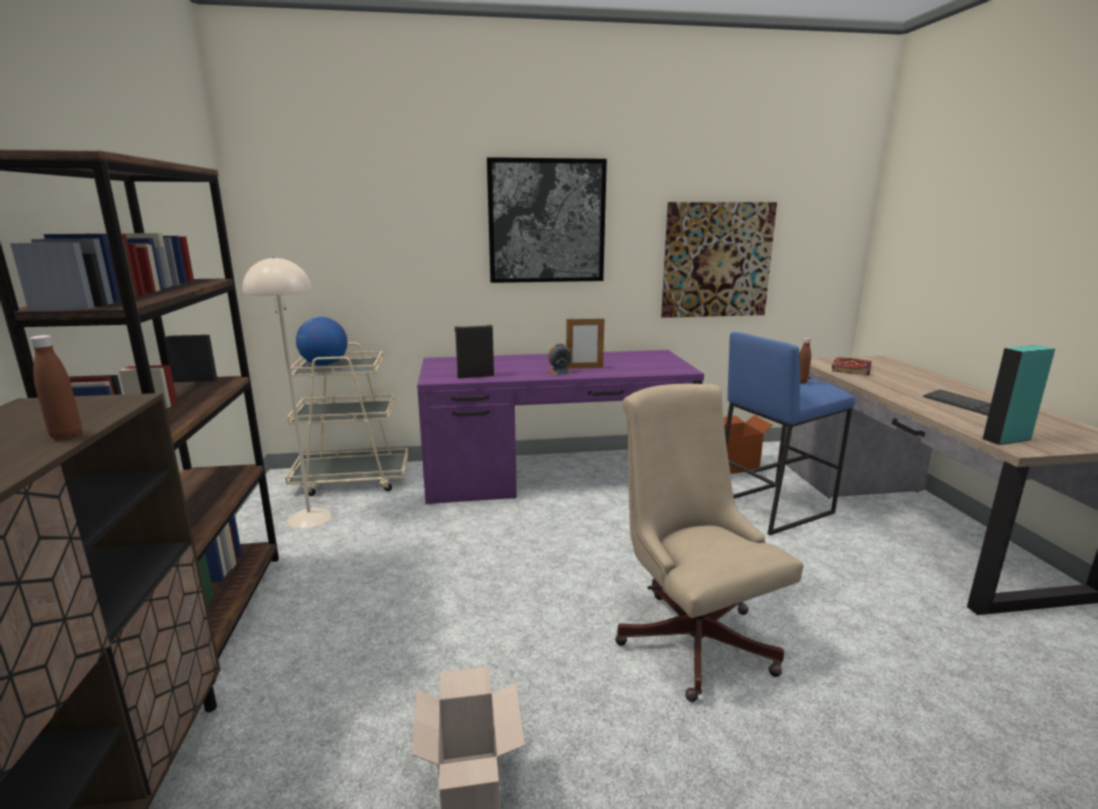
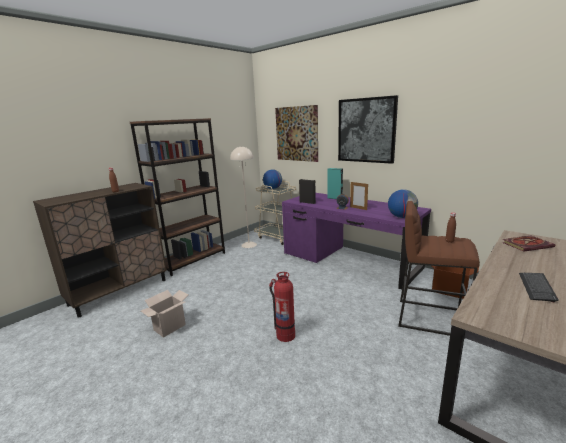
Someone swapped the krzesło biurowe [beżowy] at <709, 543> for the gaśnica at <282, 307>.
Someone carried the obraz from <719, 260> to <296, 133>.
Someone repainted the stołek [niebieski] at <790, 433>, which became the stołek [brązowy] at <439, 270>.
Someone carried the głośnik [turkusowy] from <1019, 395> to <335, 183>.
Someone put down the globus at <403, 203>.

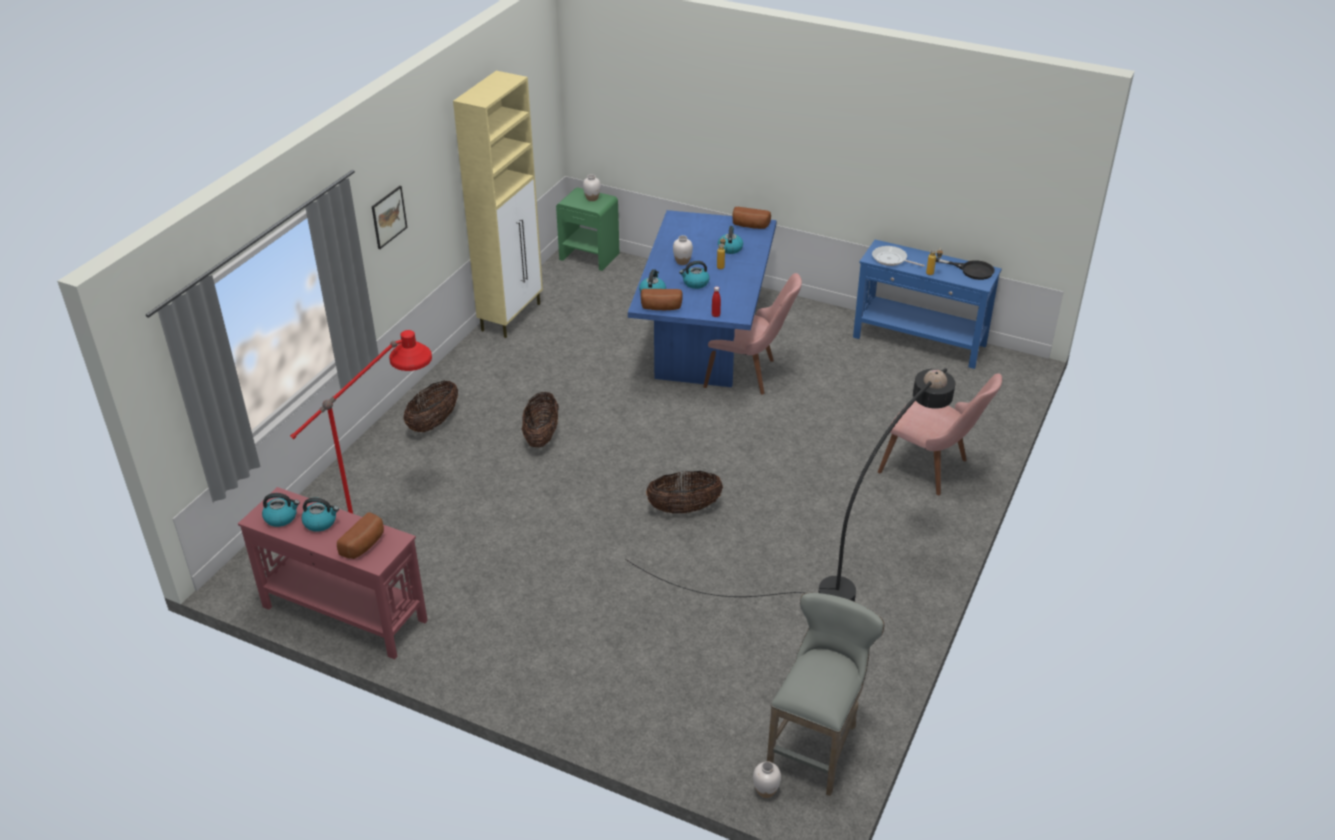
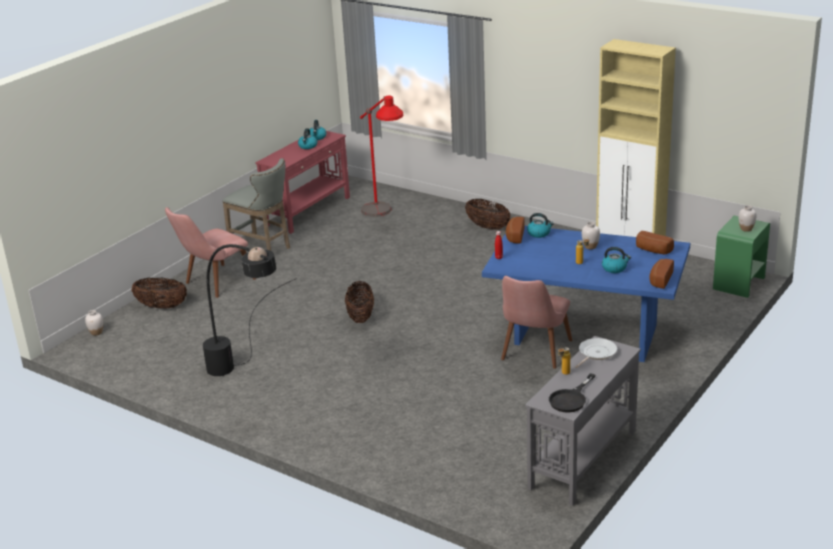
Someone carried the chleb from <360, 535> to <655, 242>.
Someone took away the obraz at <389, 217>.
Someone carried the koszyk from <540, 419> to <159, 293>.
Someone took away the czajnik at <694, 275>.
Someone carried the stołek [szary] from <825, 694> to <256, 204>.
Someone repainted the stolik konsolowy [niebieski] at <927, 304>, which became the stolik konsolowy [szary] at <583, 421>.
Someone carried the krzesło [różowy] from <940, 434> to <210, 252>.

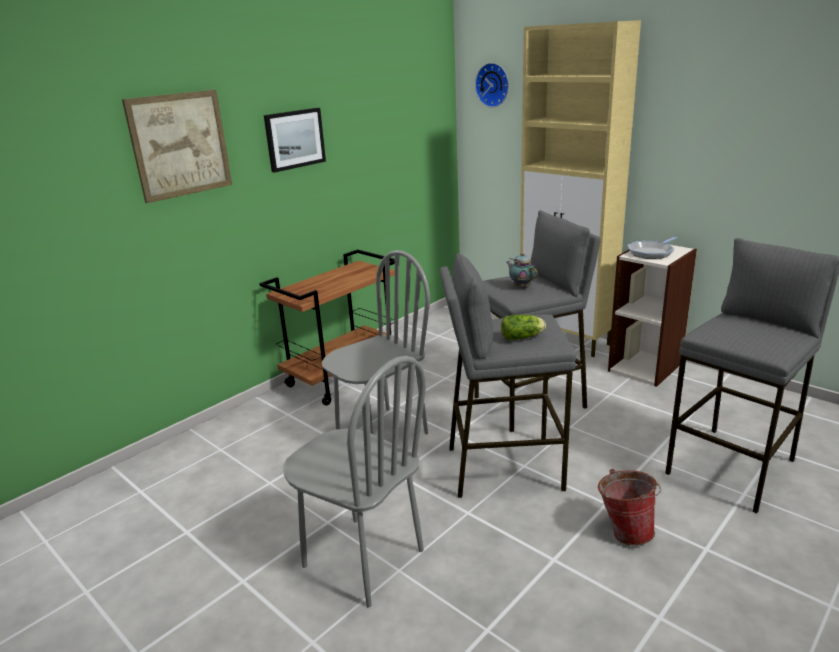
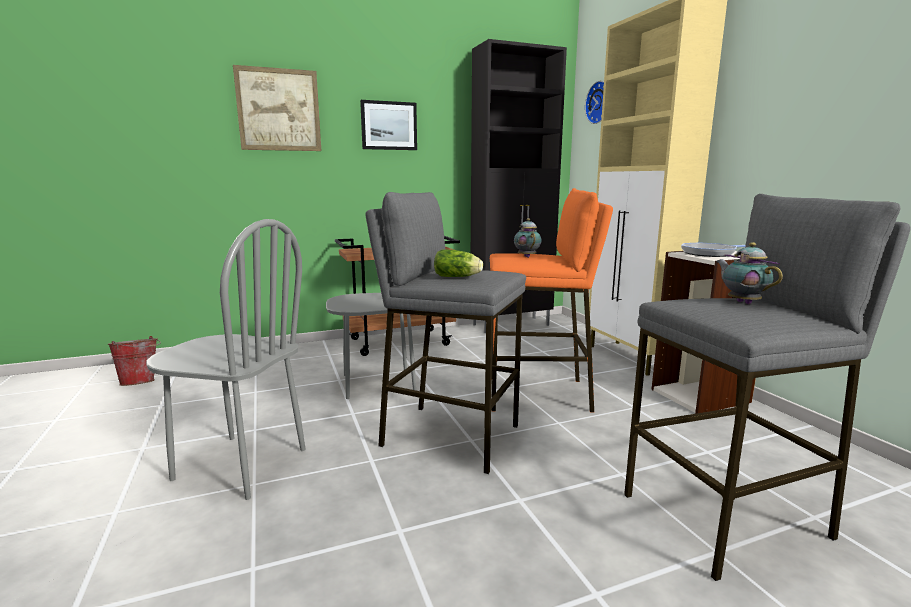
Someone rotated the krzesło [szary] at <354, 482> by 45 degrees counterclockwise.
Someone repainted the stołek [szary] at <537, 321>, which became the stołek [pomarańczowy] at <551, 300>.
Someone carried the wiadro from <629, 507> to <134, 361>.
Someone put down the szafka [czarny] at <519, 186>.
Someone put down the imbryk at <749, 273>.

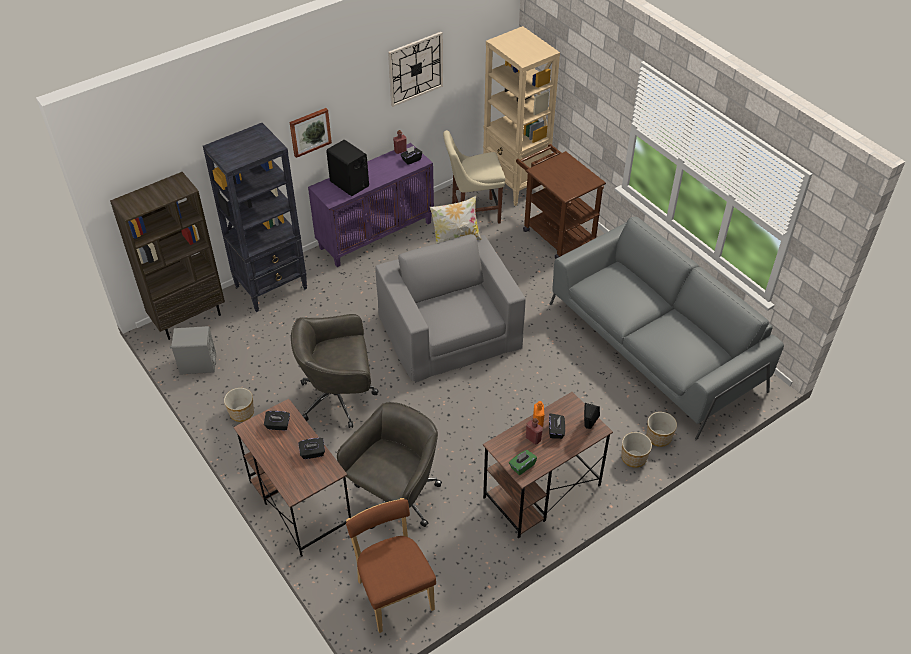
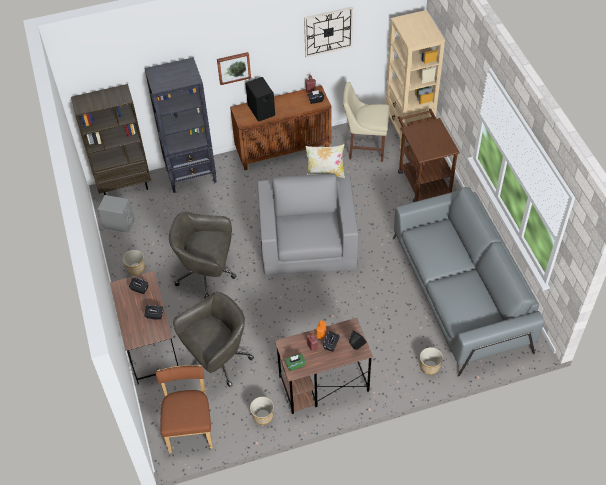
Someone repainted the szafka [fioletowy] at <371, 205>, which became the szafka [brązowy] at <280, 127>.
Someone carried the donica from <636, 450> to <262, 411>.

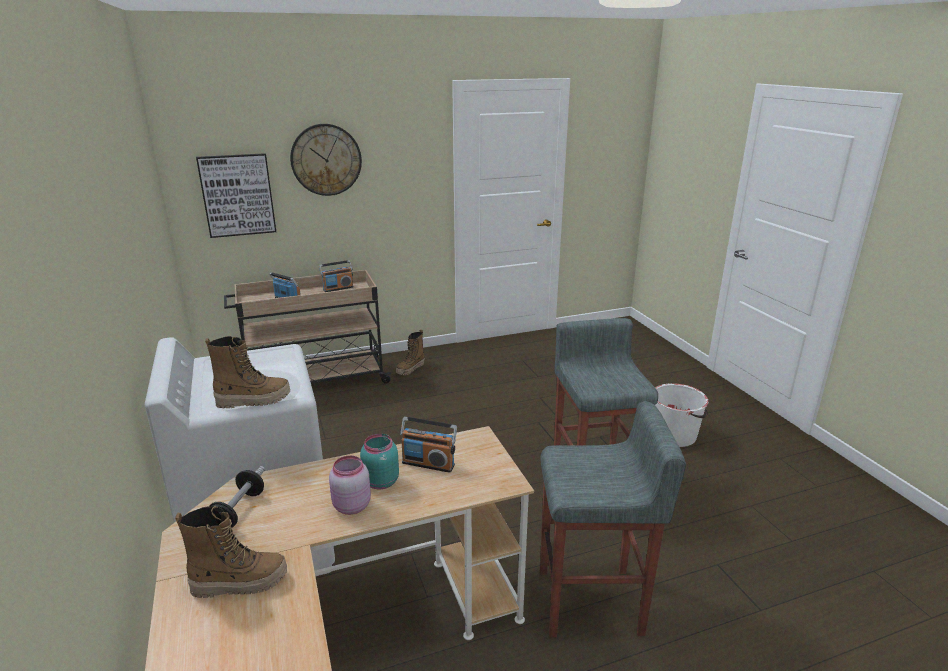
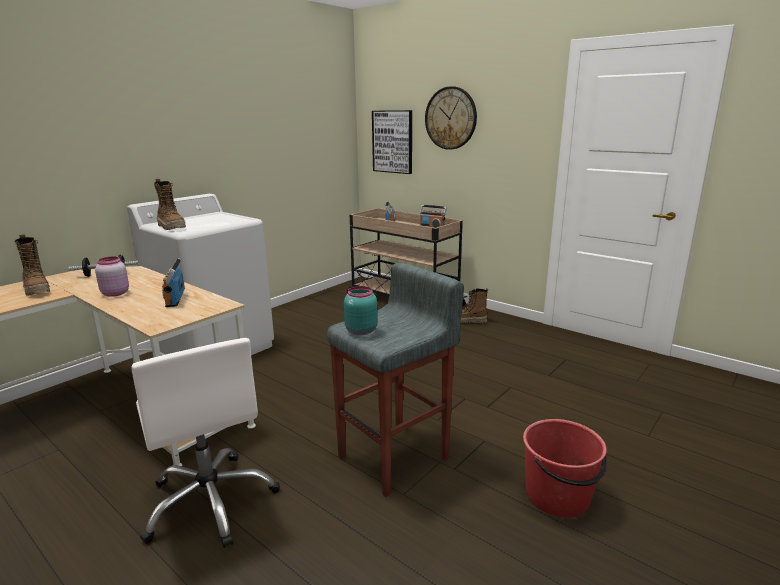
Someone carried the słoik [turkusowy] from <379, 461> to <361, 310>.
Someone swapped the stołek [szary] at <613, 519> for the krzesło biurowe [biały] at <205, 443>.
Someone repainted the wiadro [biały] at <681, 415>, which became the wiadro [czerwony] at <565, 468>.

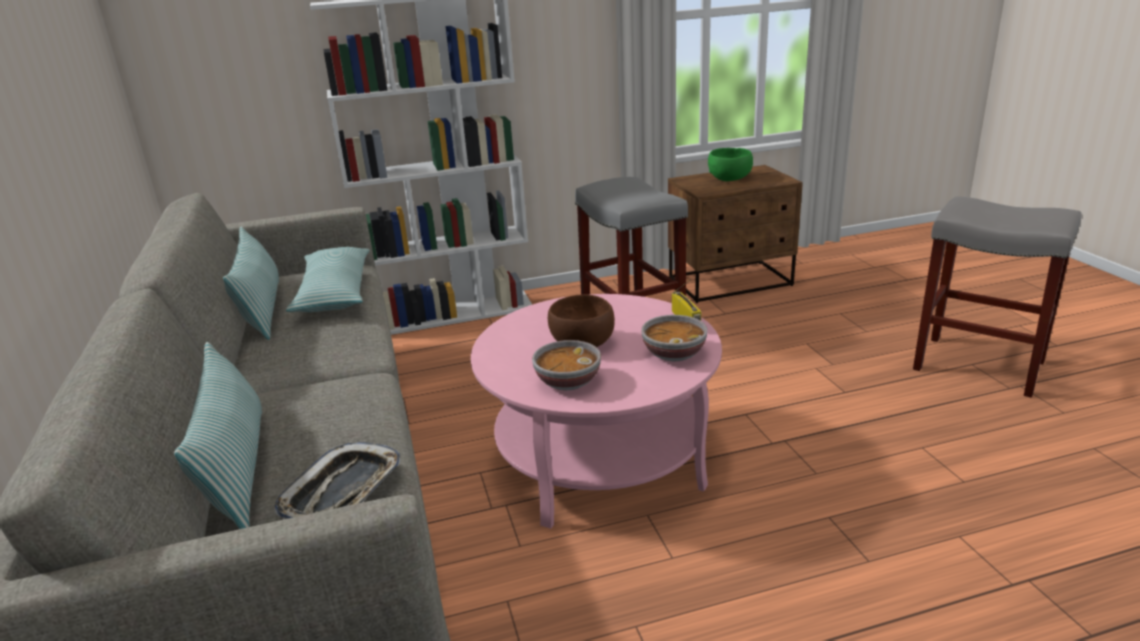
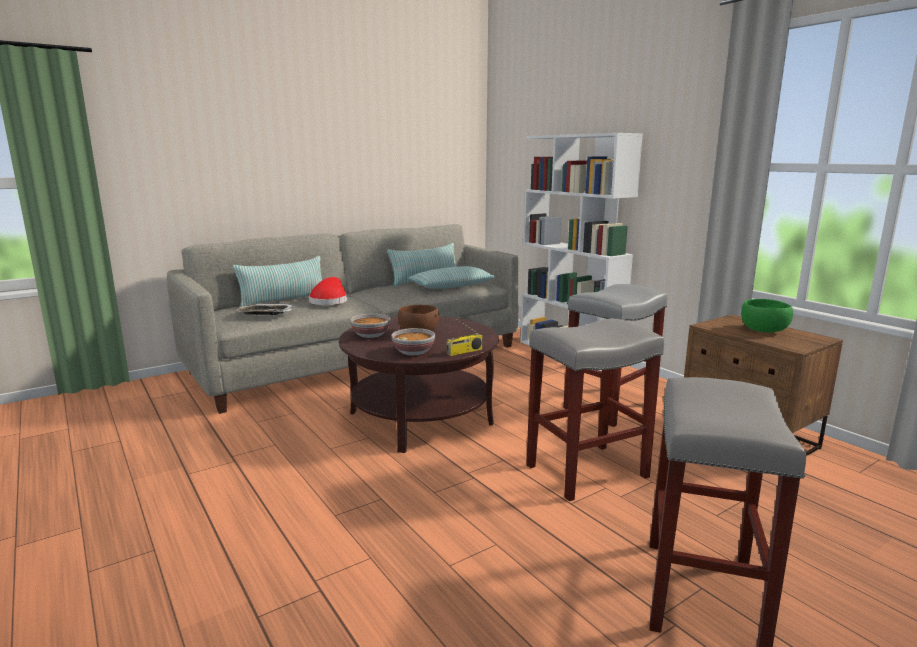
Someone repainted the ława [różowy] at <596, 411>, which became the ława [brązowy] at <419, 384>.
Someone put down the kapelusz [czerwony] at <328, 291>.
Someone put down the stołek [szary] at <595, 409>.

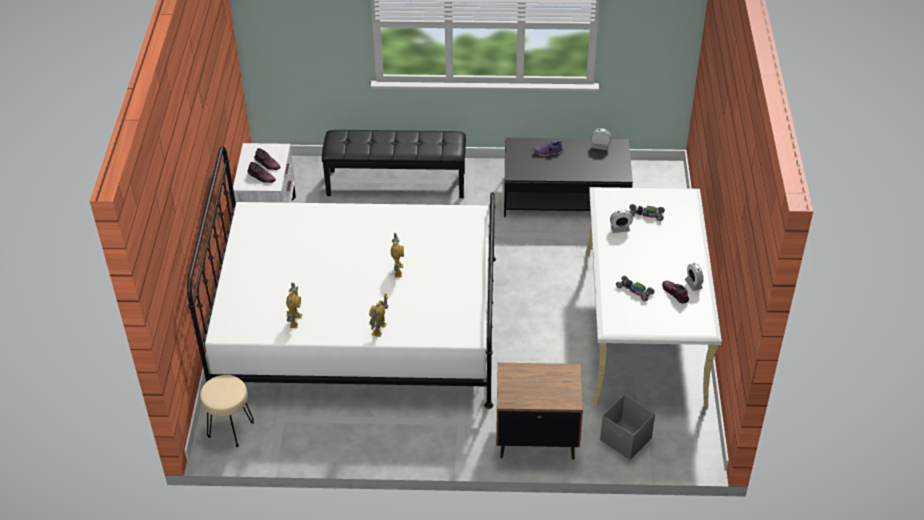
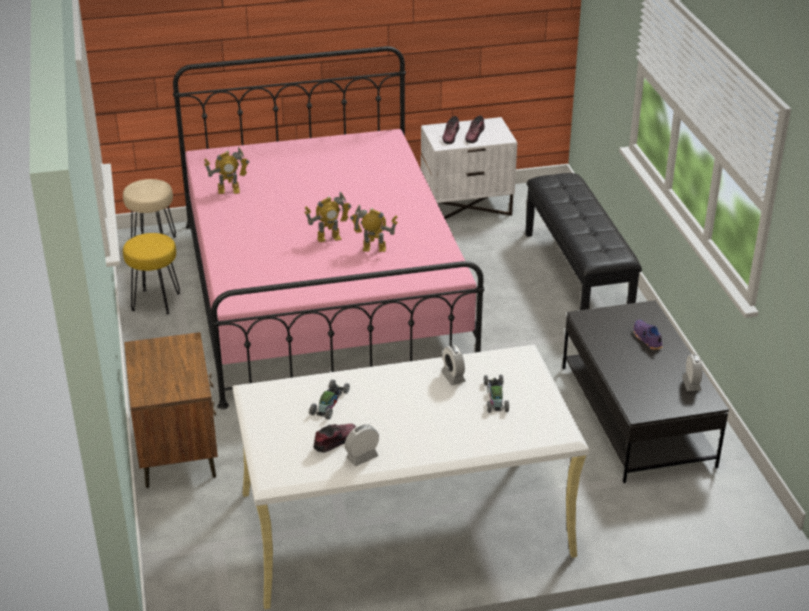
Someone repainted the łóżko [biały] at <341, 277>, which became the łóżko [różowy] at <328, 227>.
Someone carried the robot zabawkowy from <378, 315> to <374, 228>.
Someone took away the pojemnik do przechowywania [szary] at <627, 427>.
Someone put down the stołek [żółty] at <151, 274>.

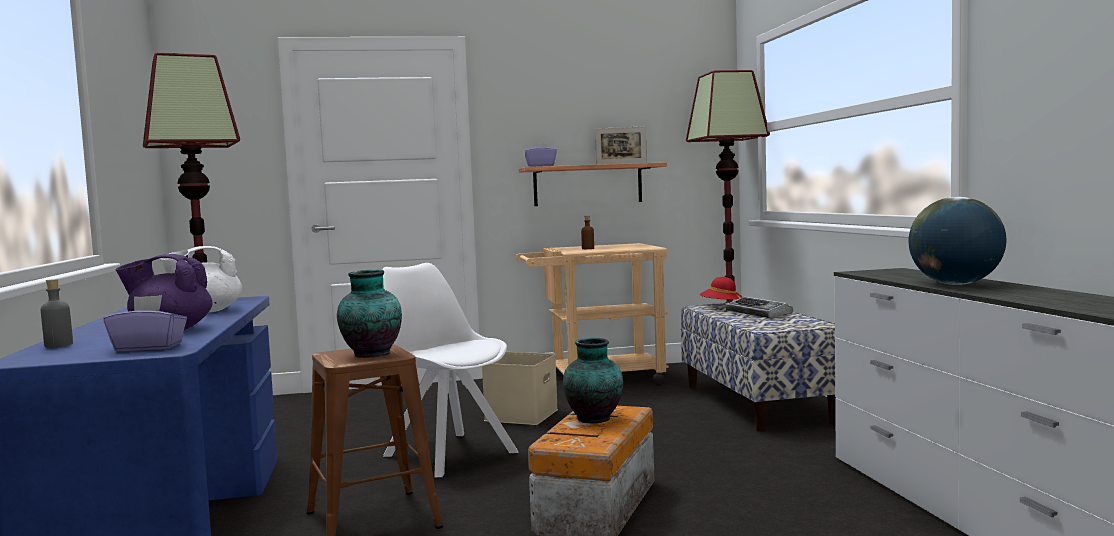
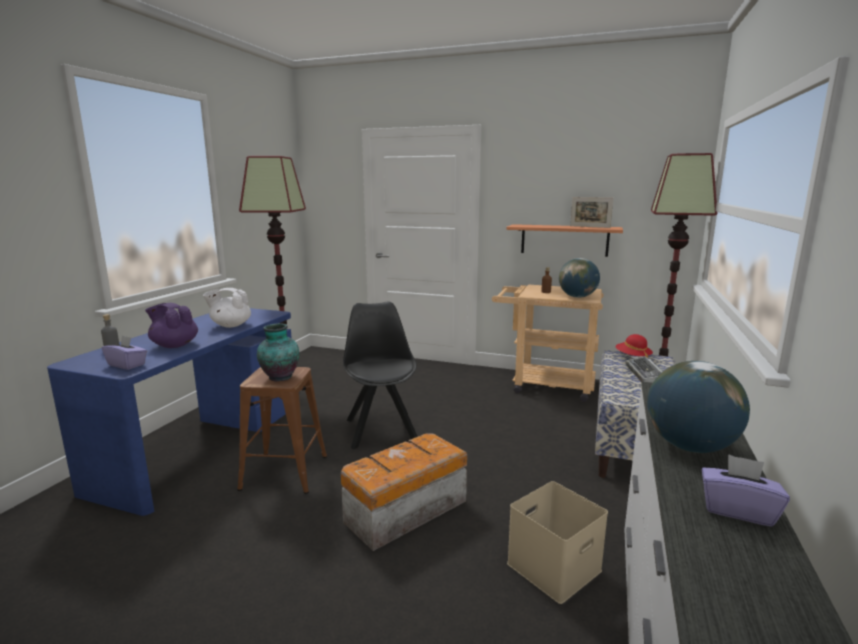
Someone repainted the krzesło [biały] at <450, 370>, which became the krzesło [czarny] at <380, 375>.
Someone carried the pojemnik do przechowywania [beżowy] from <520, 388> to <557, 542>.
Someone carried the pudełko chusteczek [fioletowy] from <541, 154> to <746, 490>.
Someone took away the wazon at <593, 381>.
Someone put down the globus at <579, 278>.

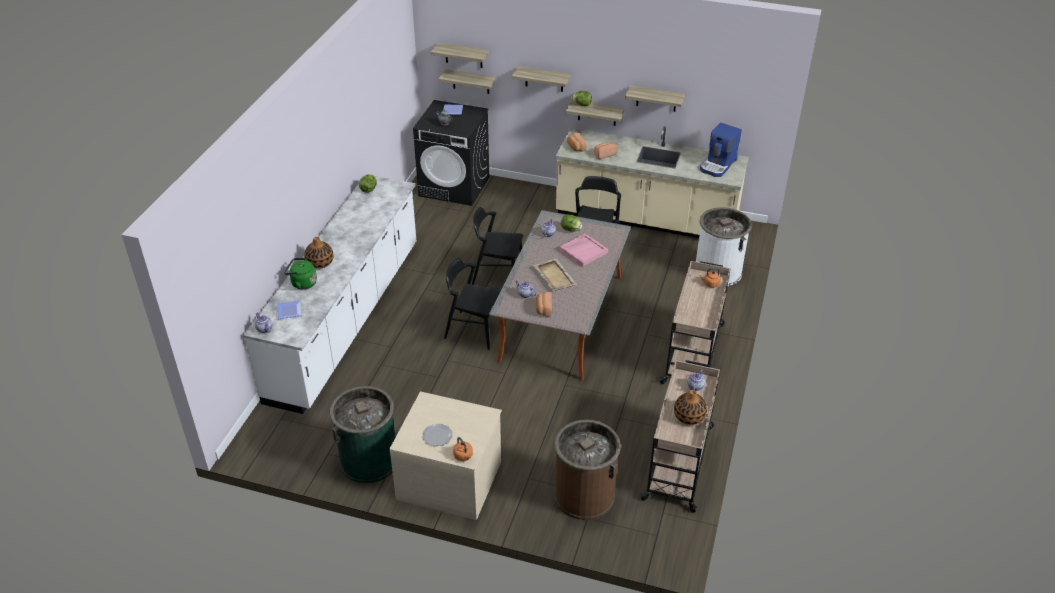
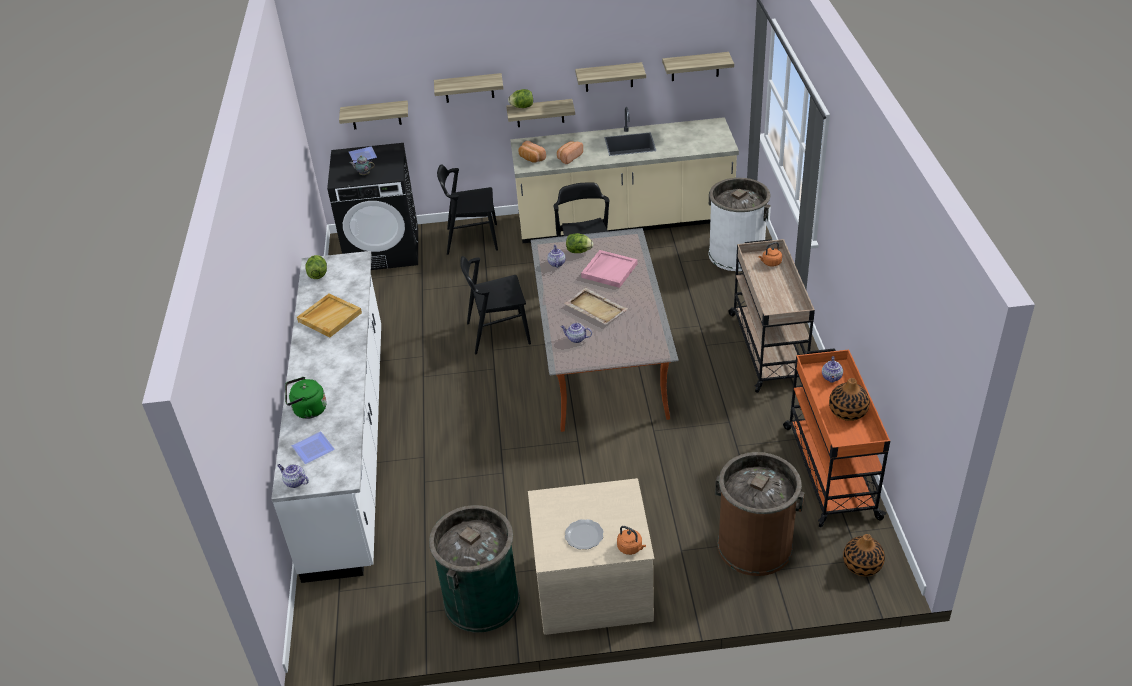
Someone carried the wazon from <319, 253> to <864, 555>.
Someone carried the półka from <460, 55> to <698, 66>.
Someone carried the krzesło [czarny] from <472, 304> to <467, 209>.
Someone took away the chleb at <544, 304>.
Someone repainted the wózek [beżowy] at <680, 436>, which became the wózek [pomarańczowy] at <836, 437>.
Someone took away the ekspres do kawy at <721, 150>.
Someone put down the taca [beżowy] at <329, 315>.

